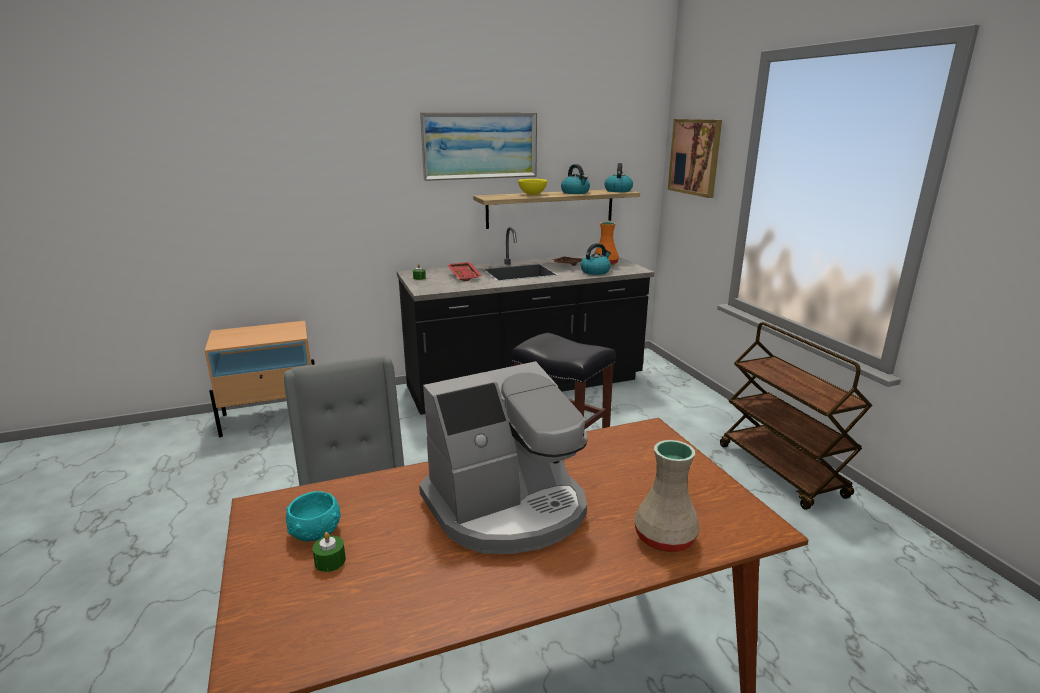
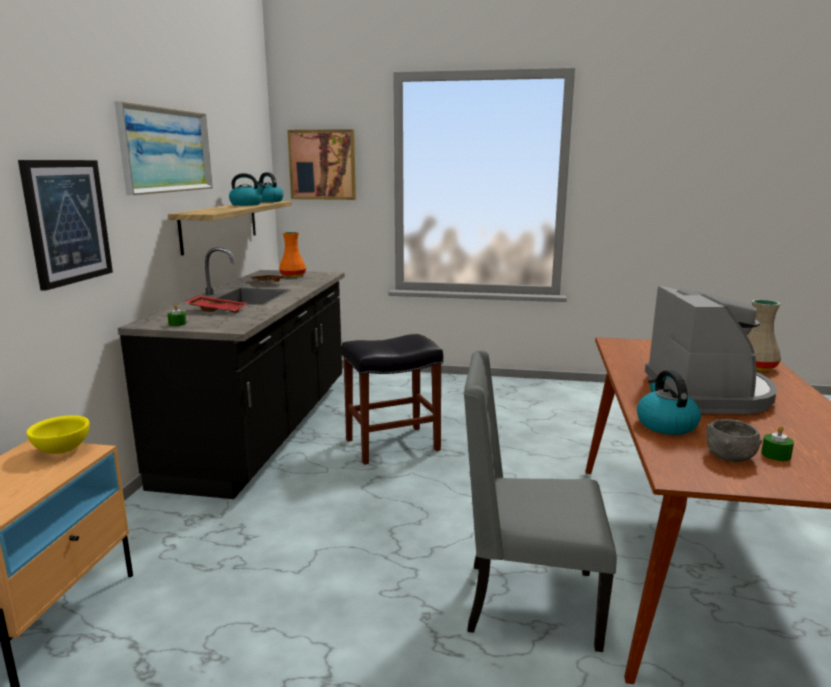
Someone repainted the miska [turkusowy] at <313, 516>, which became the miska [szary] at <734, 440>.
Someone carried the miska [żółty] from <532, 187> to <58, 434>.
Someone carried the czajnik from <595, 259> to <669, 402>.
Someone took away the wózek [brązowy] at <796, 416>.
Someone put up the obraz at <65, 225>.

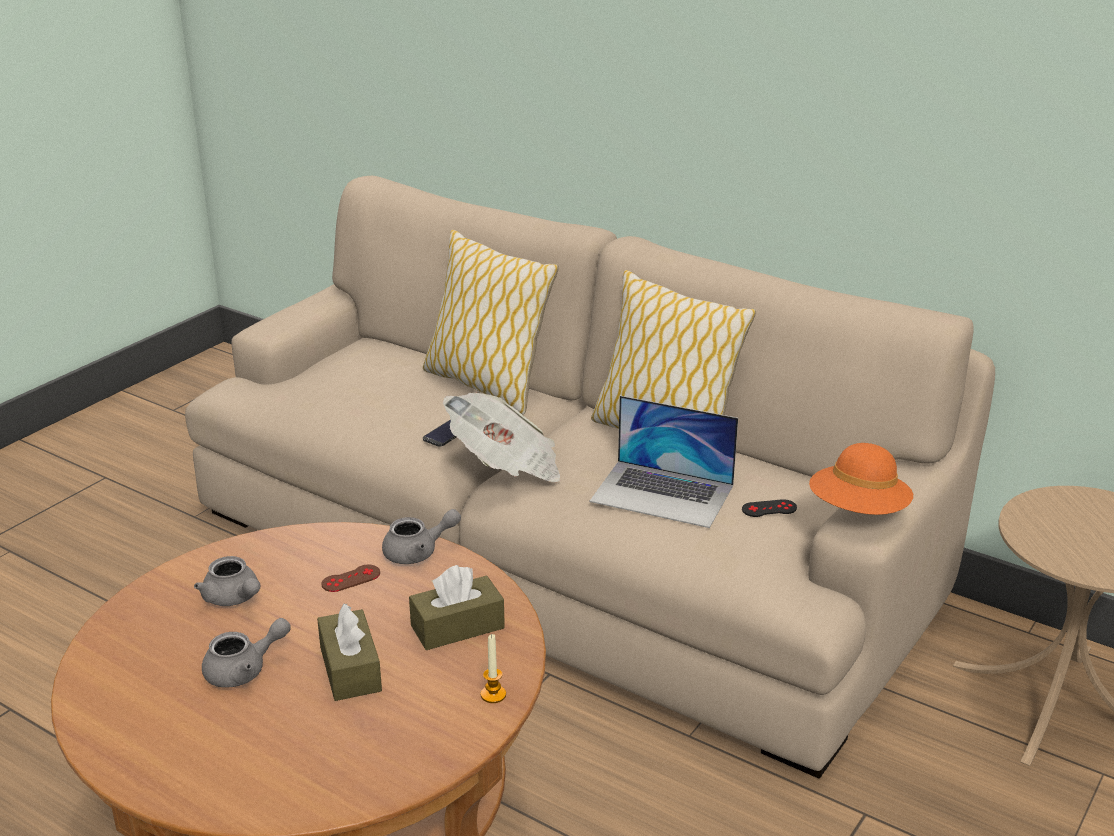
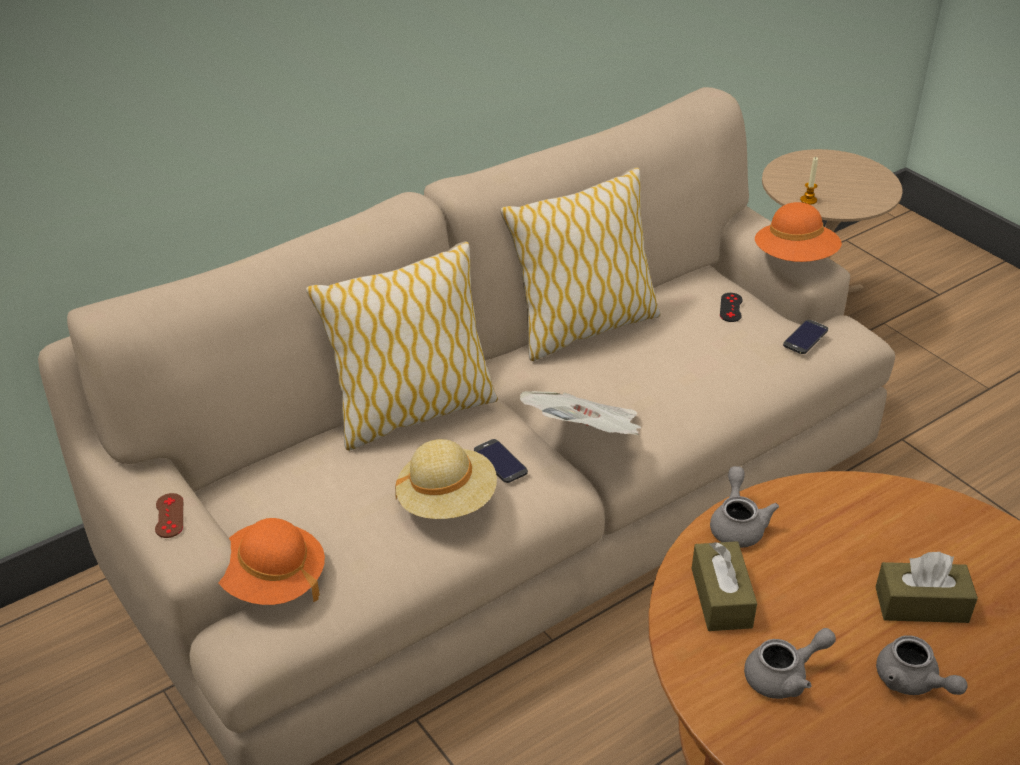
Someone rotated the imbryk [szary] at <246, 653> by 150 degrees clockwise.
Someone carried the pad do gier [brązowy] from <351, 578> to <169, 515>.
Someone carried the pudełko chusteczek [brązowy] from <457, 607> to <724, 586>.
Someone carried the świeca from <493, 668> to <809, 181>.
Someone took away the laptop at <664, 462>.
Someone put down the kapelusz [pomarańczowy] at <272, 561>.
Someone put down the kapelusz [beżowy] at <446, 479>.
Someone put down the telefon at <805, 337>.

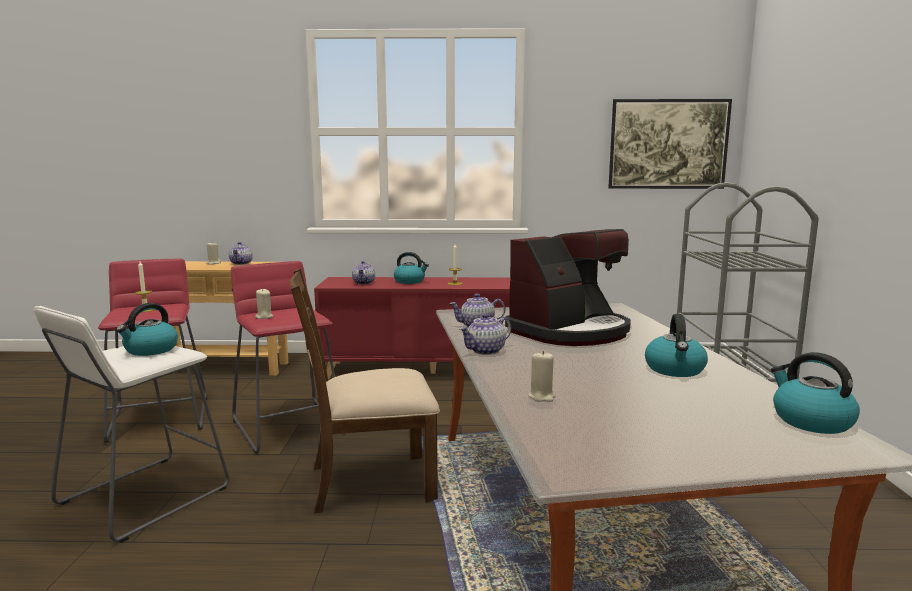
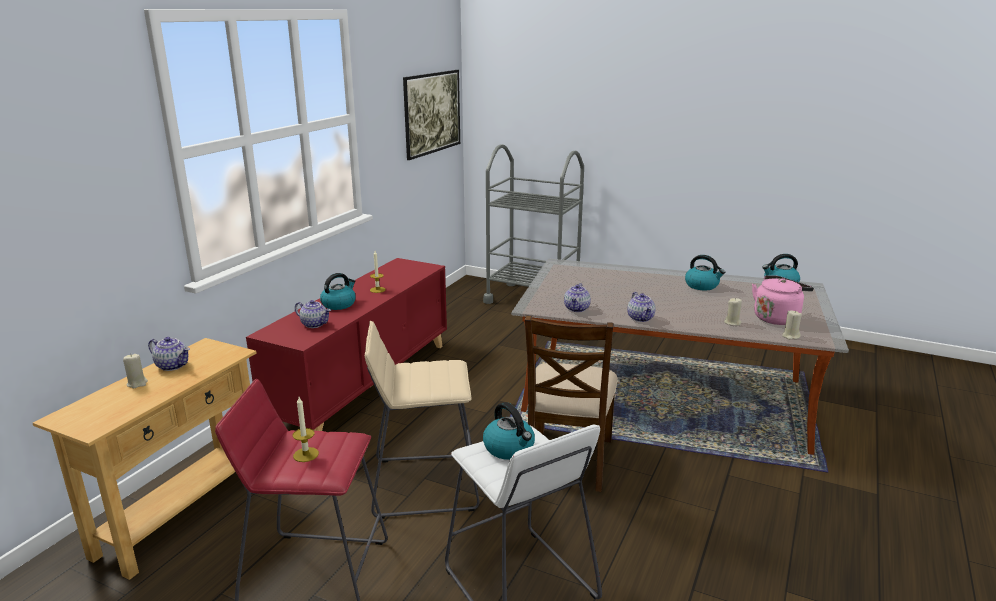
Someone repainted the stołek [czerwony] at <283, 357>, which became the stołek [beżowy] at <422, 420>.
Someone carried the świeca [beżowy] from <264, 303> to <792, 325>.
Someone took away the ekspres do kawy at <568, 287>.
Someone put down the czajnik [różowy] at <783, 300>.

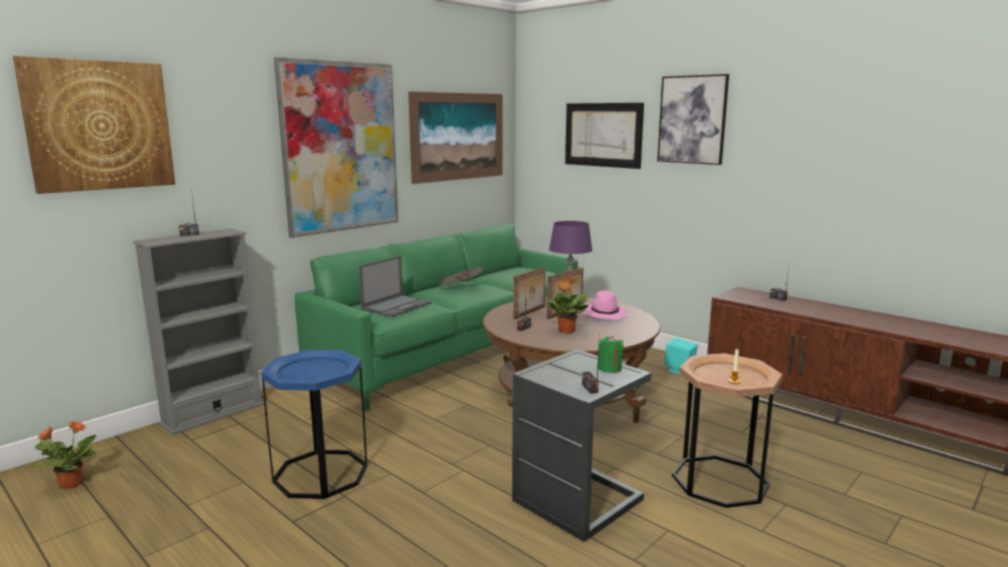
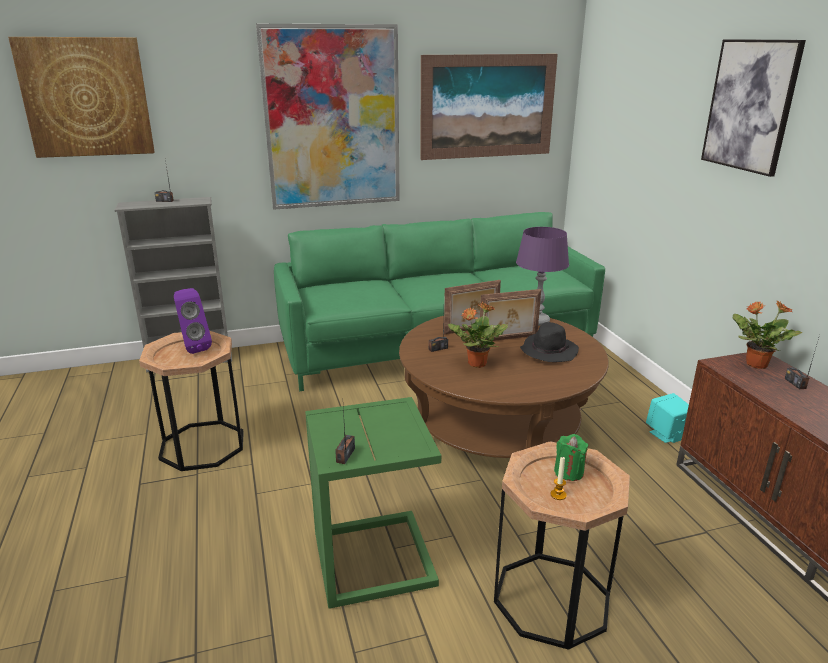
Someone carried the roślina doniczkowa from <64, 455> to <767, 335>.
Someone repainted the stolik [niebieski] at <314, 424>, which became the stolik [brązowy] at <191, 401>.
Someone took away the laptop at <395, 286>.
Someone took away the gazeta at <460, 276>.
Someone repainted the stolik [szary] at <581, 445>, which became the stolik [zielony] at <373, 503>.
Someone took away the obraz at <604, 136>.
Someone repainted the kapelusz [różowy] at <604, 305>, which became the kapelusz [czarny] at <549, 342>.
Someone carried the świeca [zielony] from <611, 354> to <571, 457>.
Someone put down the głośnik [fioletowy] at <193, 321>.

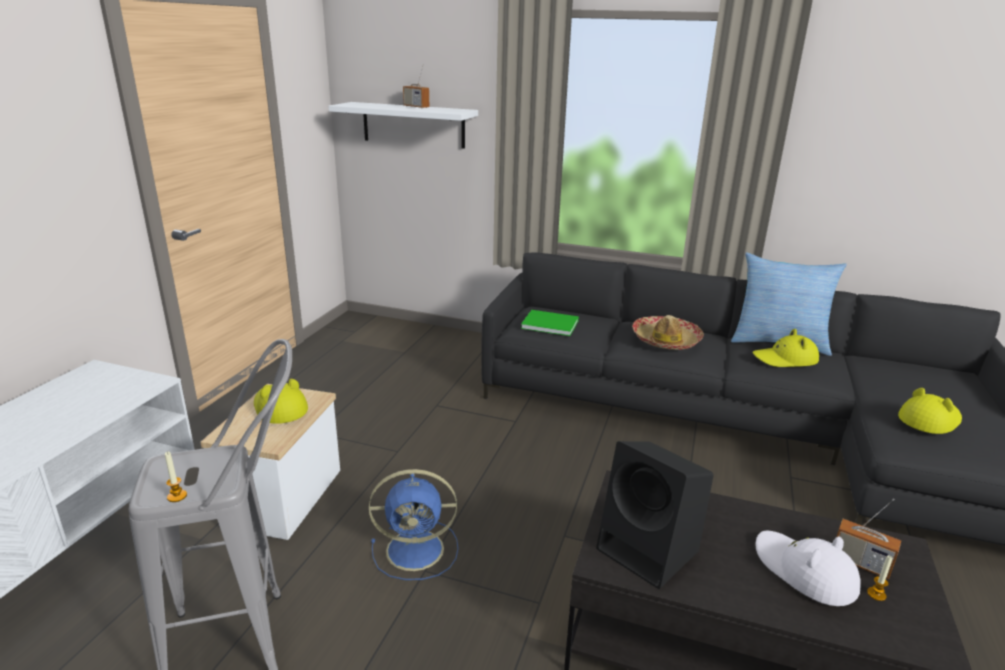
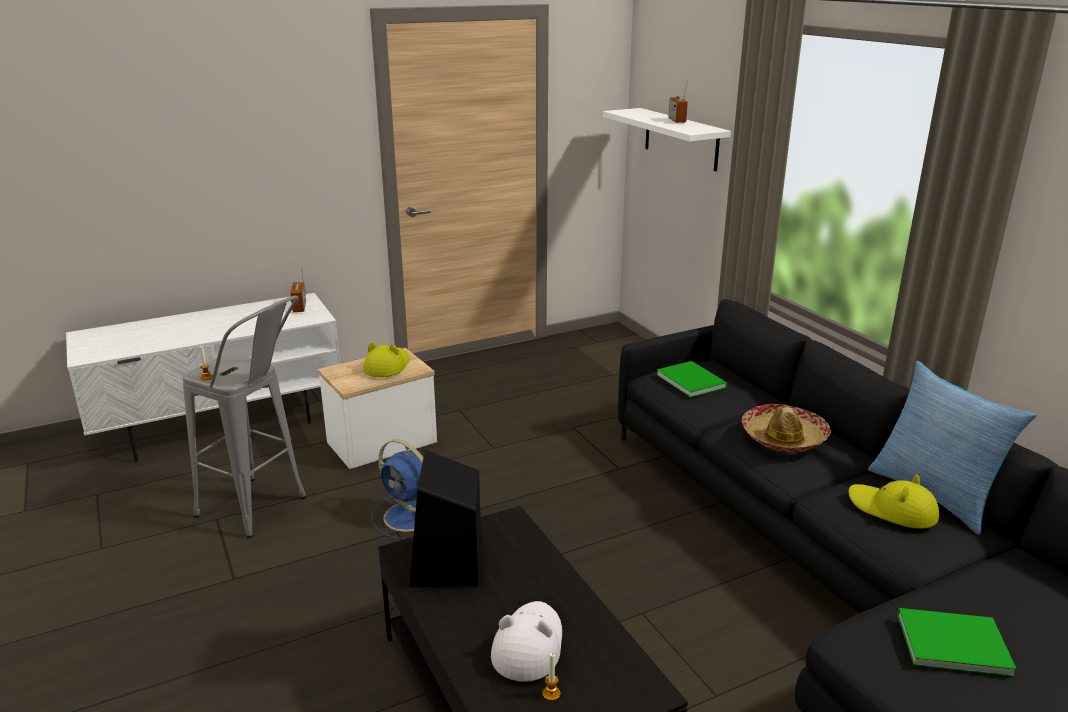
Someone carried the radio from <868, 539> to <298, 289>.
Someone swapped the kapelusz [żółty] at <930, 411> for the książka [zielony] at <957, 642>.

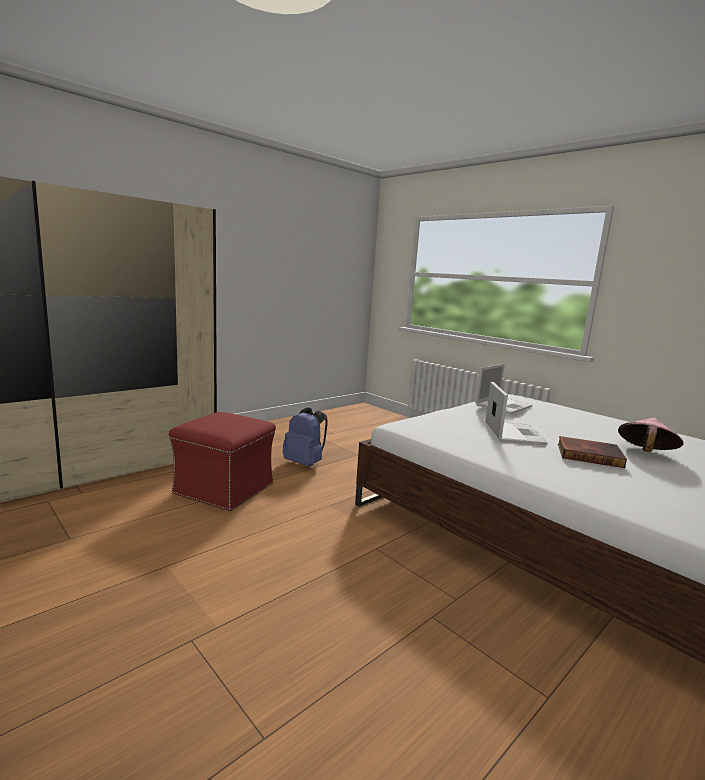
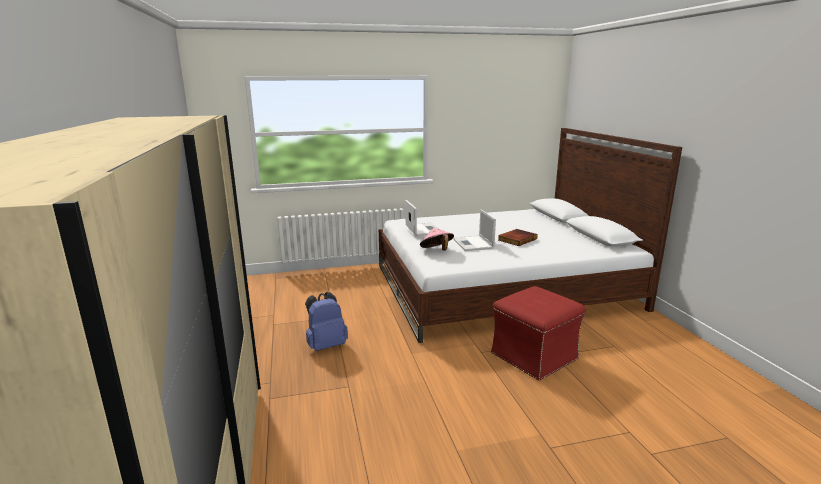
Someone carried the pufa [czerwony] from <222, 461> to <538, 333>.
Someone rotated the laptop at <516, 413> by 135 degrees counterclockwise.
Someone carried the kapelusz [różowy] from <651, 435> to <437, 239>.

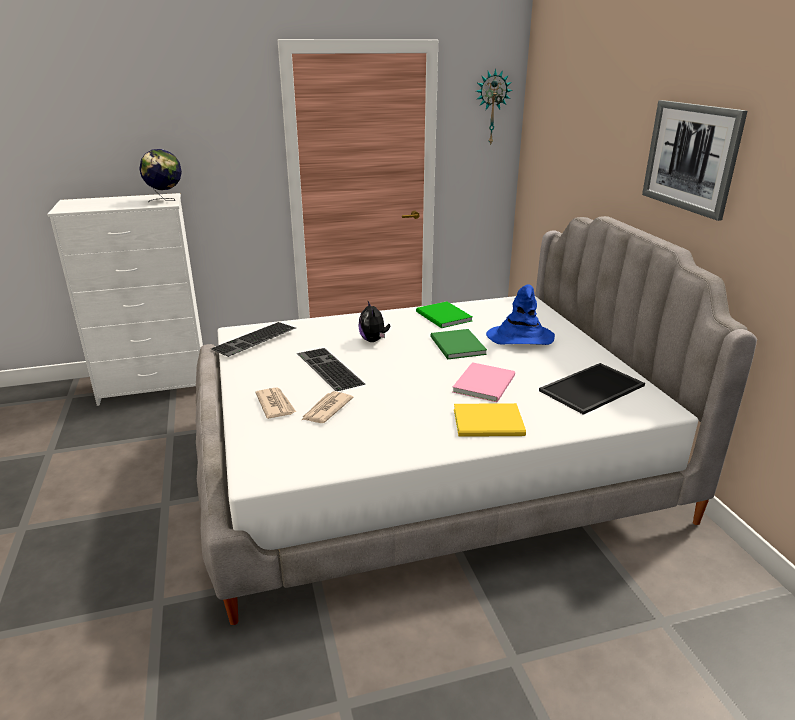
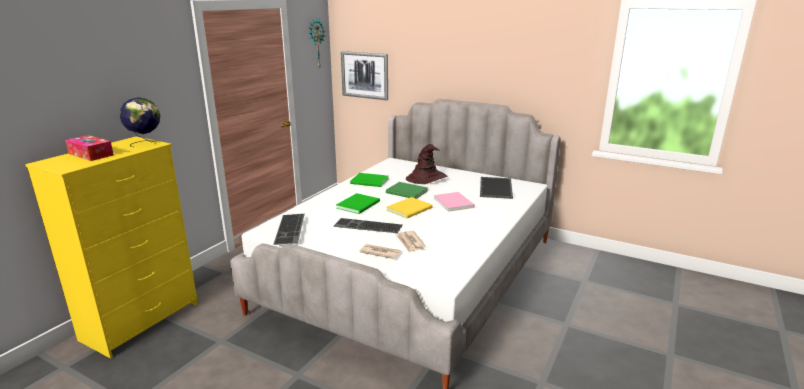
Someone repainted the komoda [biały] at <125, 299>, which became the komoda [żółty] at <111, 248>.
Someone swapped the pluszak at <374, 321> for the książka [zielony] at <358, 203>.
Someone carried the książka [żółty] from <490, 420> to <409, 208>.
Someone repainted the kapelusz [niebieski] at <520, 314>, which became the kapelusz [brązowy] at <426, 164>.
Someone carried the obraz from <694, 160> to <364, 75>.
Someone put down the pudełko chusteczek at <89, 148>.

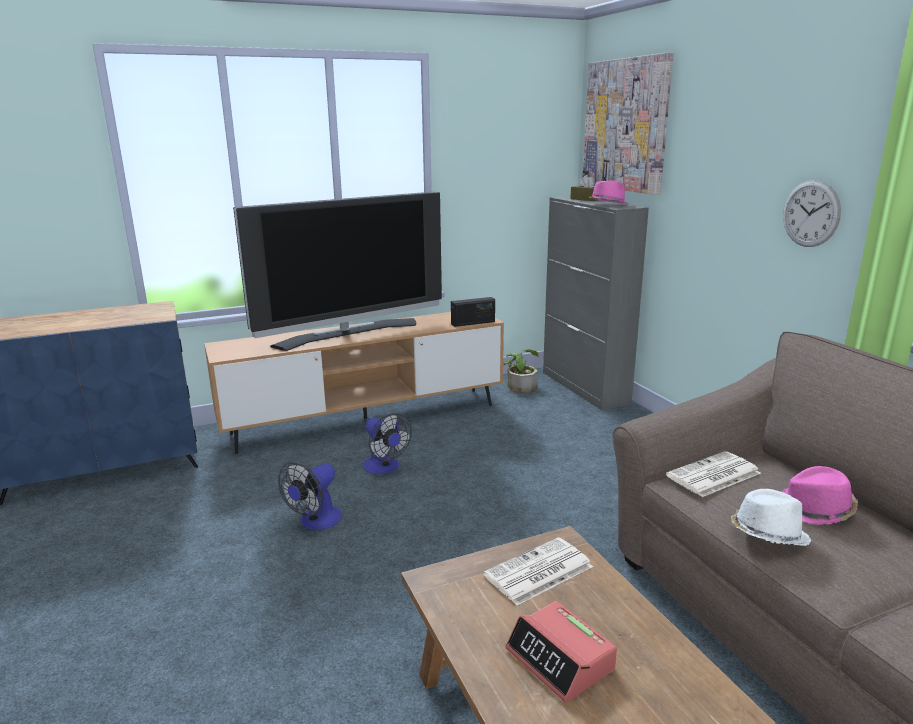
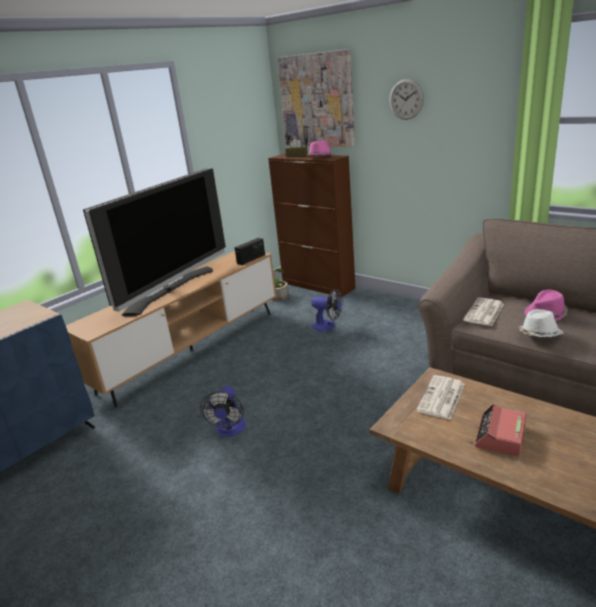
Someone carried the wentylator from <387, 443> to <327, 310>.
Someone rotated the budzik at <561, 652> by 90 degrees clockwise.
Someone repainted the szafka [szary] at <596, 303>, which became the szafka [brązowy] at <312, 225>.
Someone carried the zegar ścienny from <812, 213> to <406, 99>.

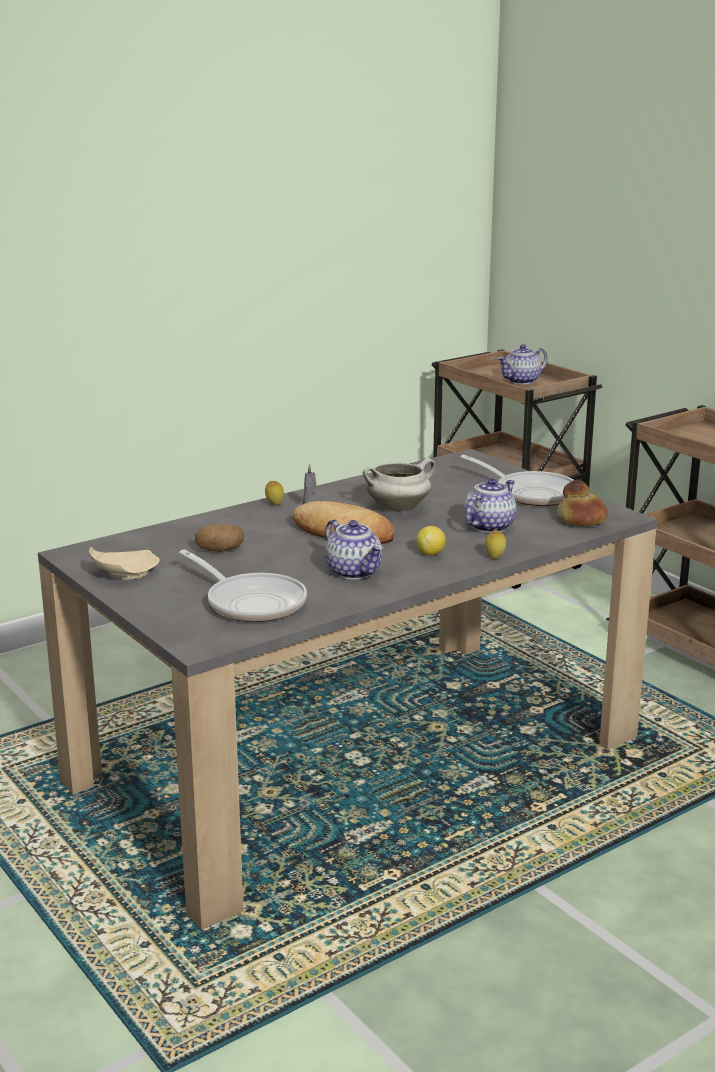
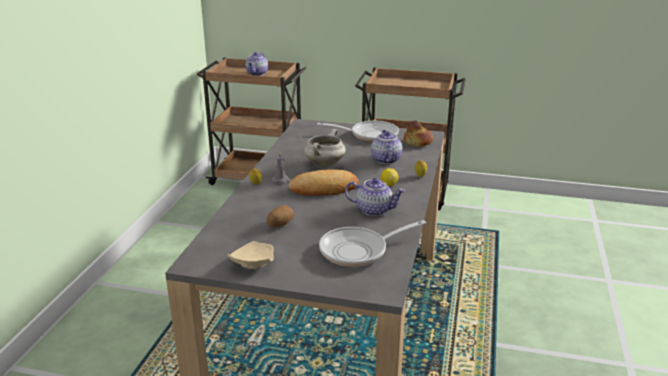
Someone rotated the patelnia at <243, 586> by 150 degrees clockwise.

